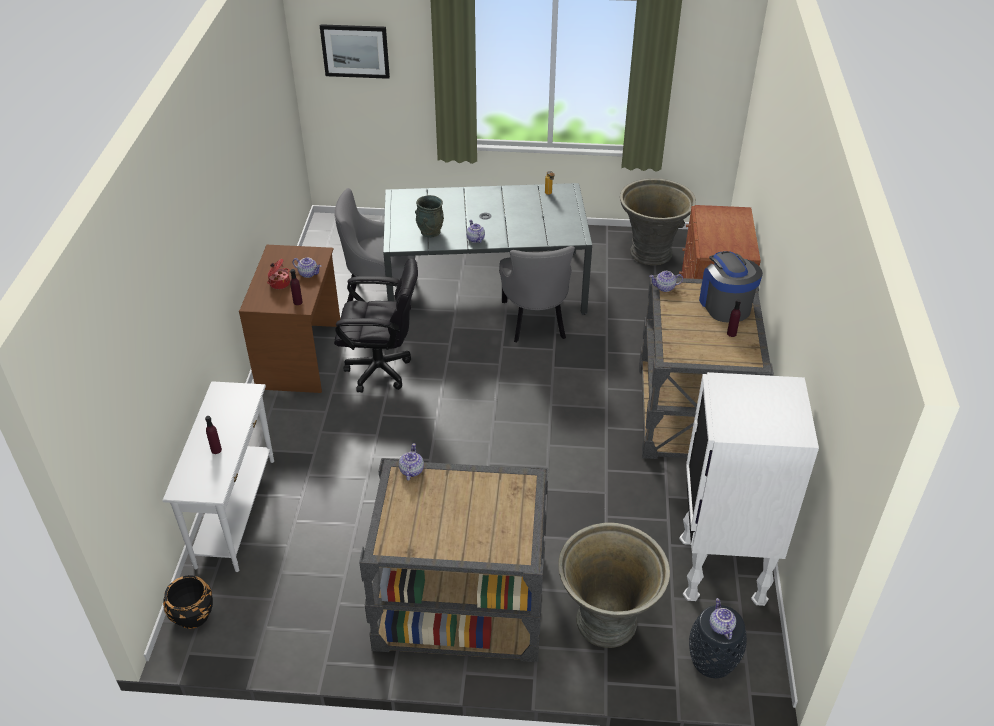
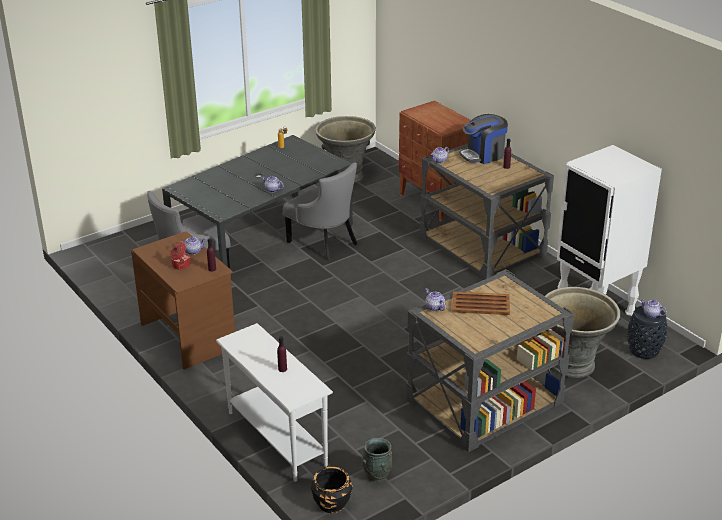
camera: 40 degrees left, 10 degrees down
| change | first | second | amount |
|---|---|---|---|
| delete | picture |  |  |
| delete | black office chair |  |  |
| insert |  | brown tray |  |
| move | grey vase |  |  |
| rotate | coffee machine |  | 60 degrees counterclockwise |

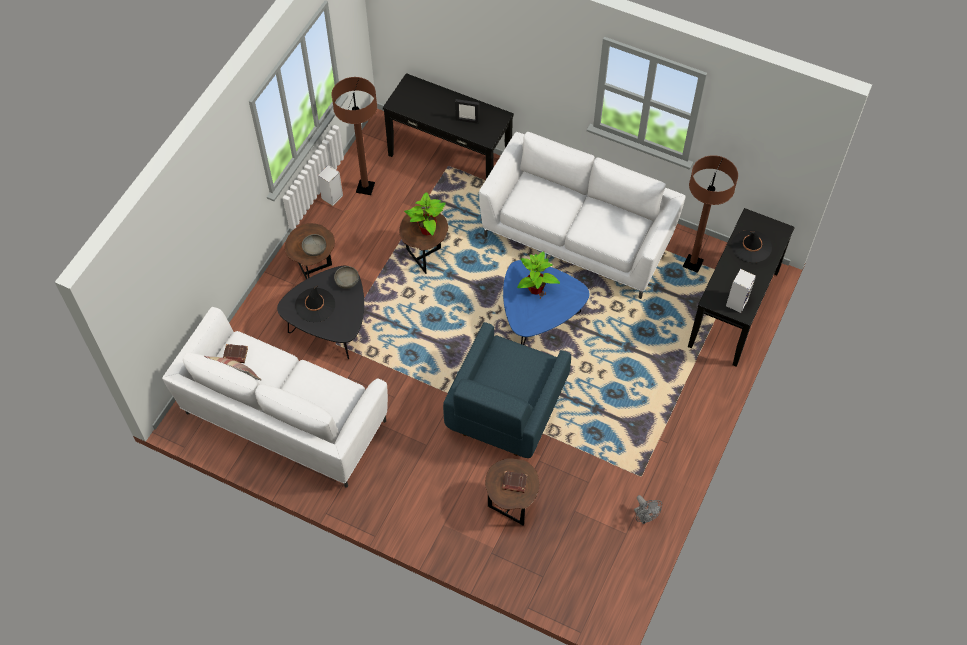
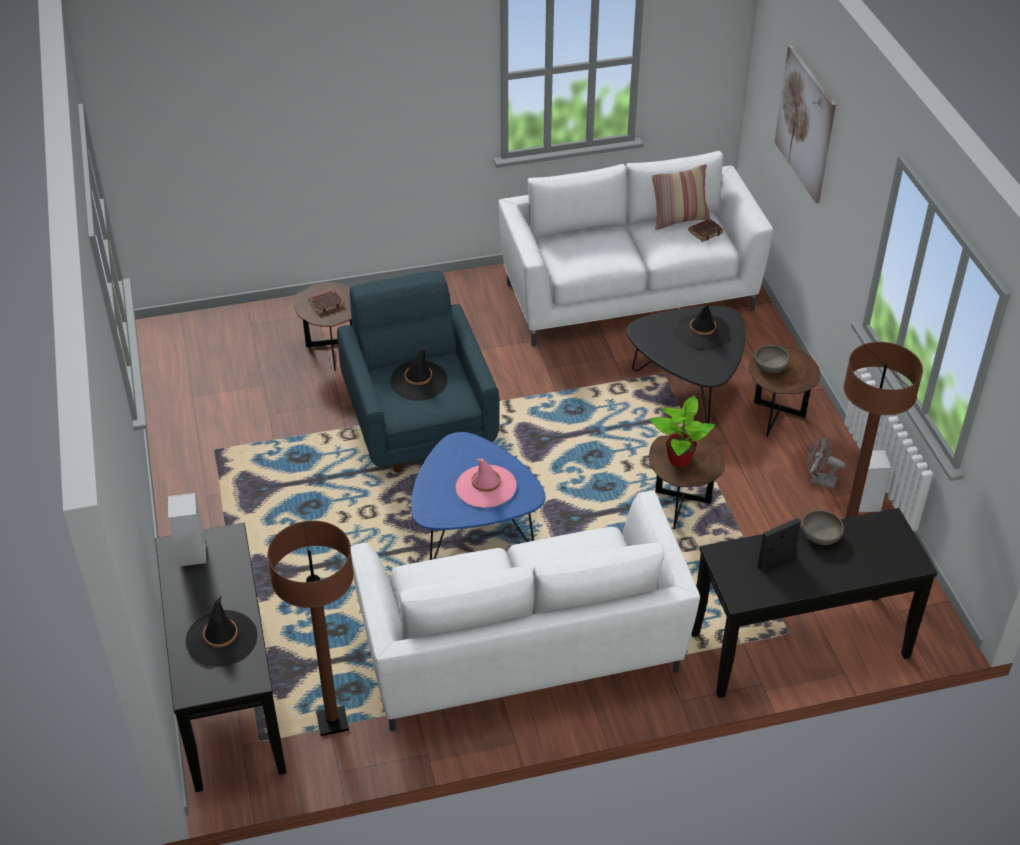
camera: 140 degrees right, 15 degrees down
| change | first | second | amount |
|---|---|---|---|
| insert |  | black hat (2nd from left) |  |
| insert |  | picture |  |
| move | grey bowl (2nd from left) |  |  |
| move | grey fan |  |  |
| replace | potted plant (2nd from left) | pink hat |  |

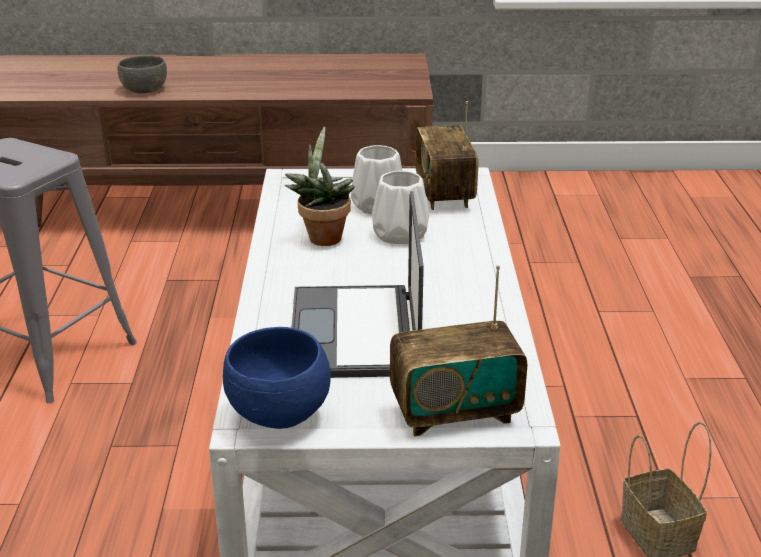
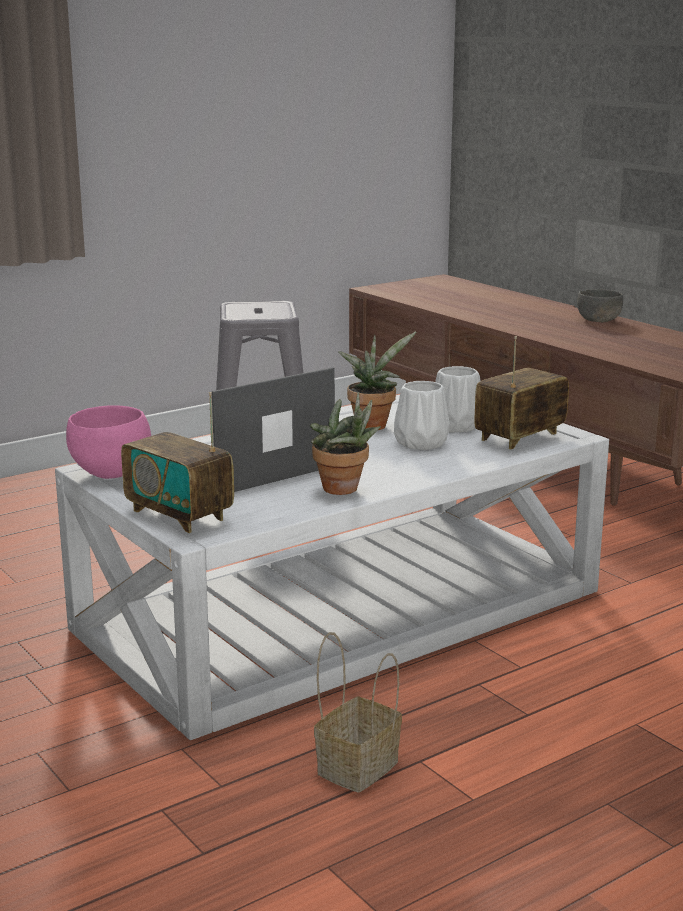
camera: 55 degrees right, 10 degrees down
| change | first | second | amount |
|---|---|---|---|
| insert |  | potted plant (1st from left) |  |
| move | grey bowl |  |  |
| recolor | blue bowl | pink bowl |  |

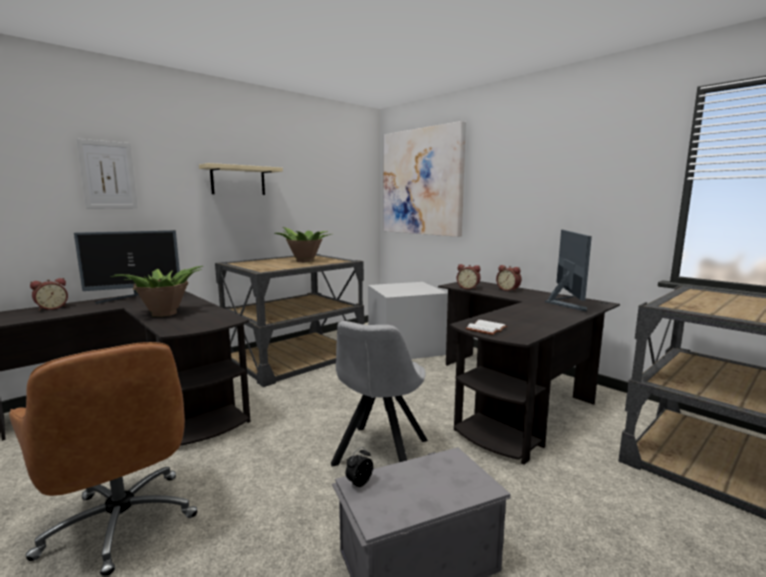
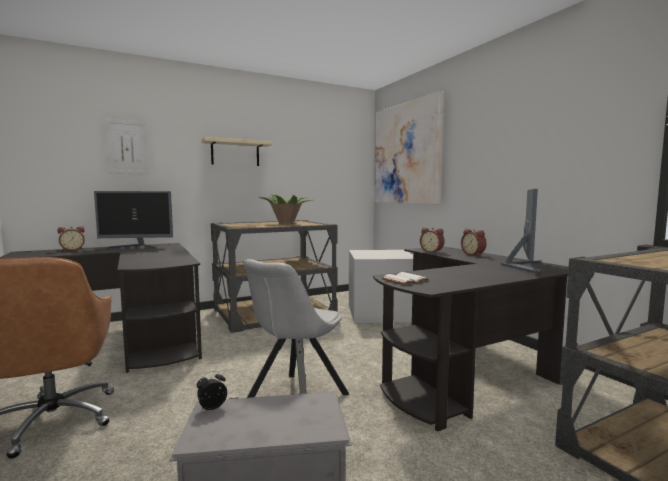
camera: 15 degrees right, 5 degrees down
| change | first | second | amount |
|---|---|---|---|
| delete | potted plant (1st from left) |  |  |

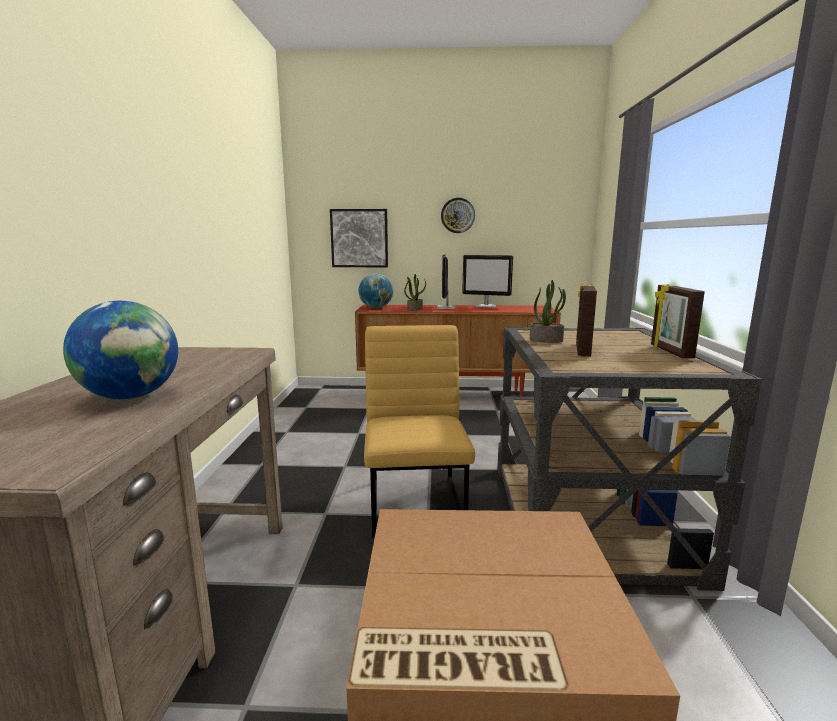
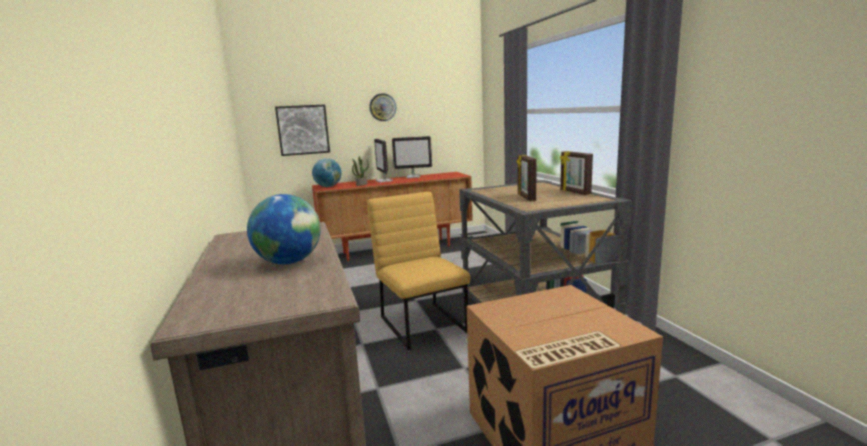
camera: 20 degrees left, 0 degrees up
| change | first | second | amount |
|---|---|---|---|
| delete | potted plant (2nd from left) |  |  |

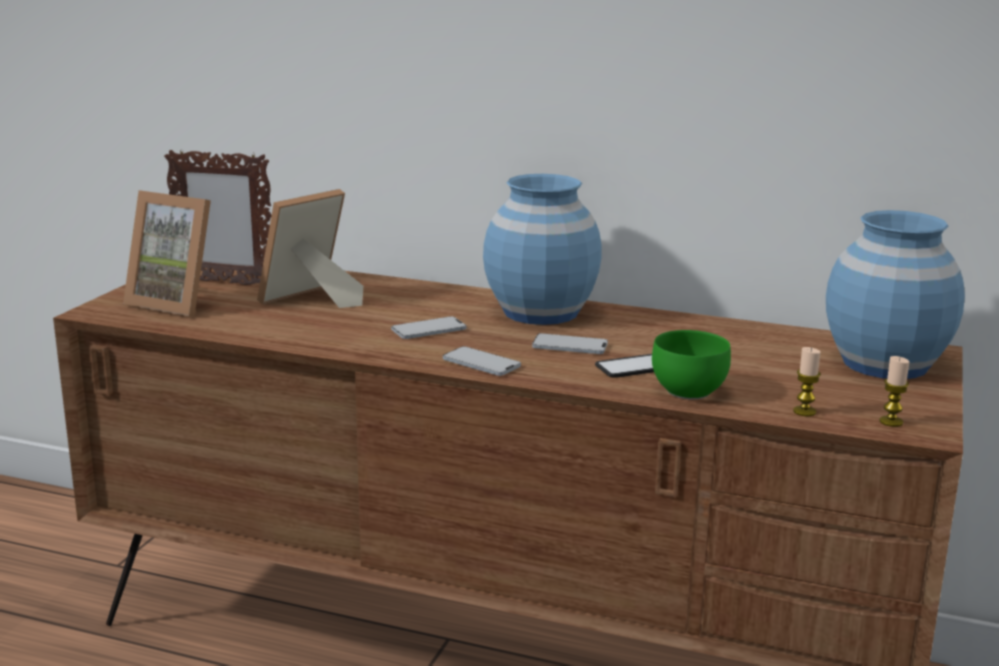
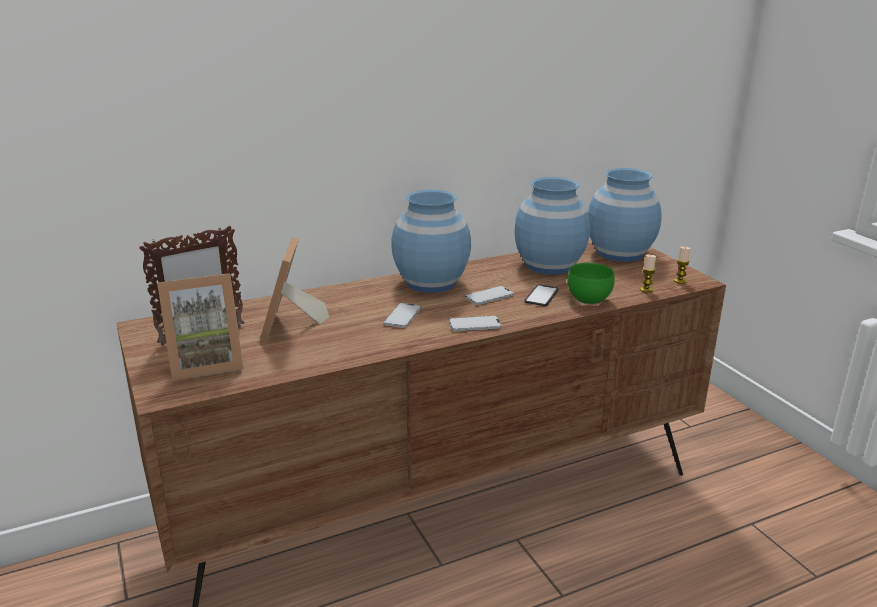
camera: 45 degrees left, 5 degrees up
| change | first | second | amount |
|---|---|---|---|
| insert |  | blue vase (2nd from left) |  |

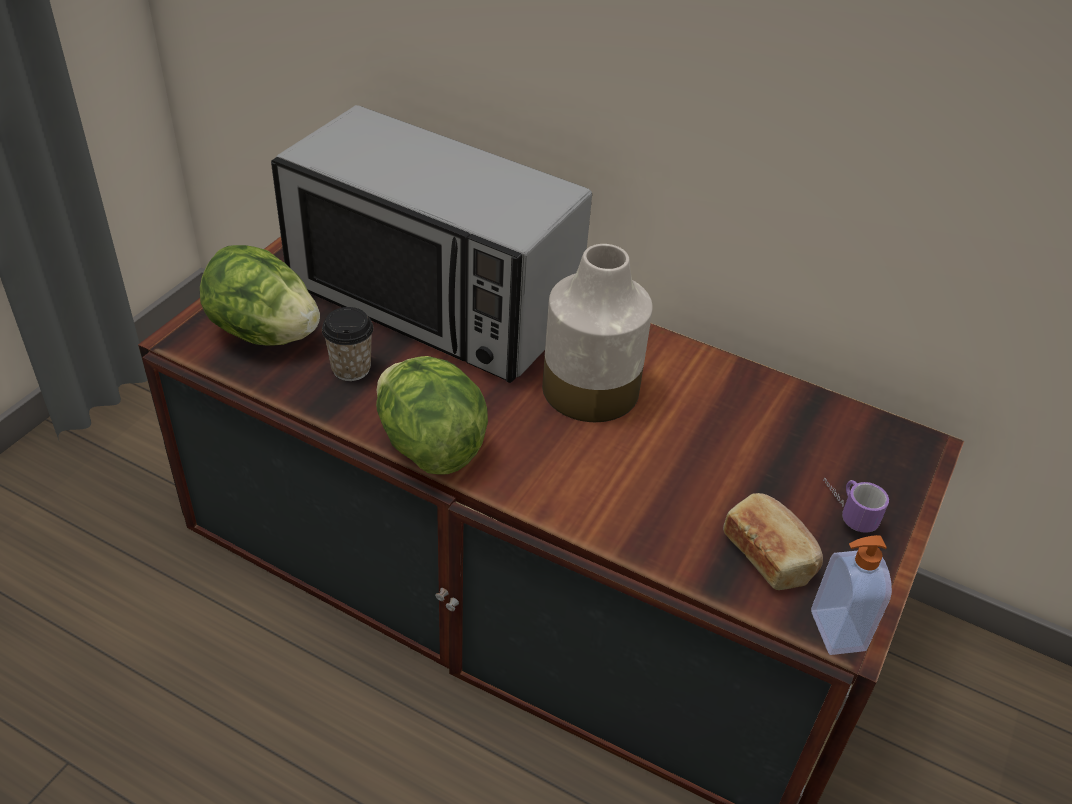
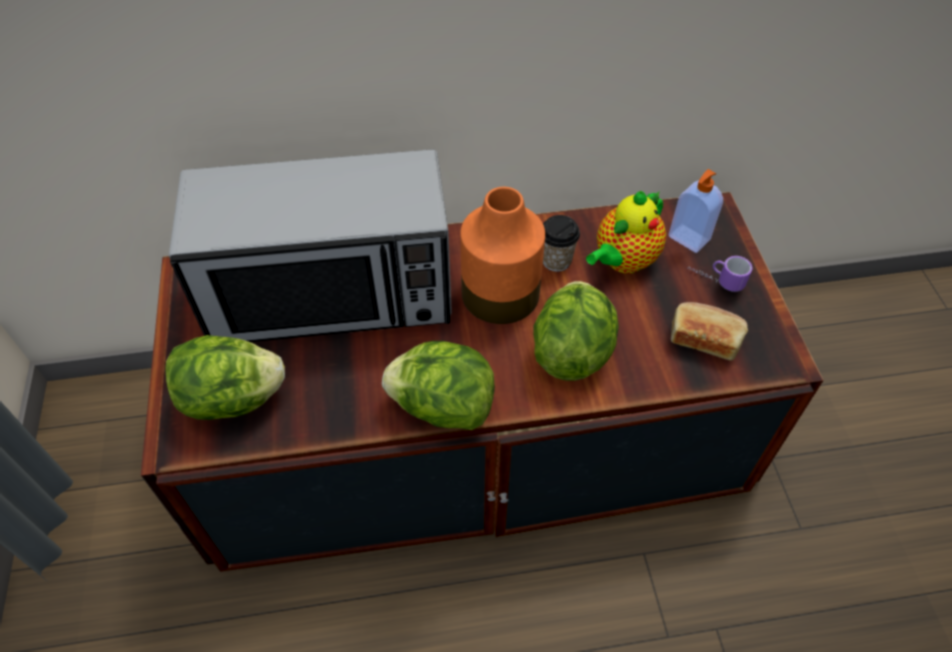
camera: 35 degrees left, 10 degrees up
| change | first | second | amount |
|---|---|---|---|
| insert |  | lettuce (3rd from left) |  |
| insert |  | teapot |  |
| move | cup |  |  |
| move | soap dispenser |  |  |
| recolor | beige vase | orange vase |  |

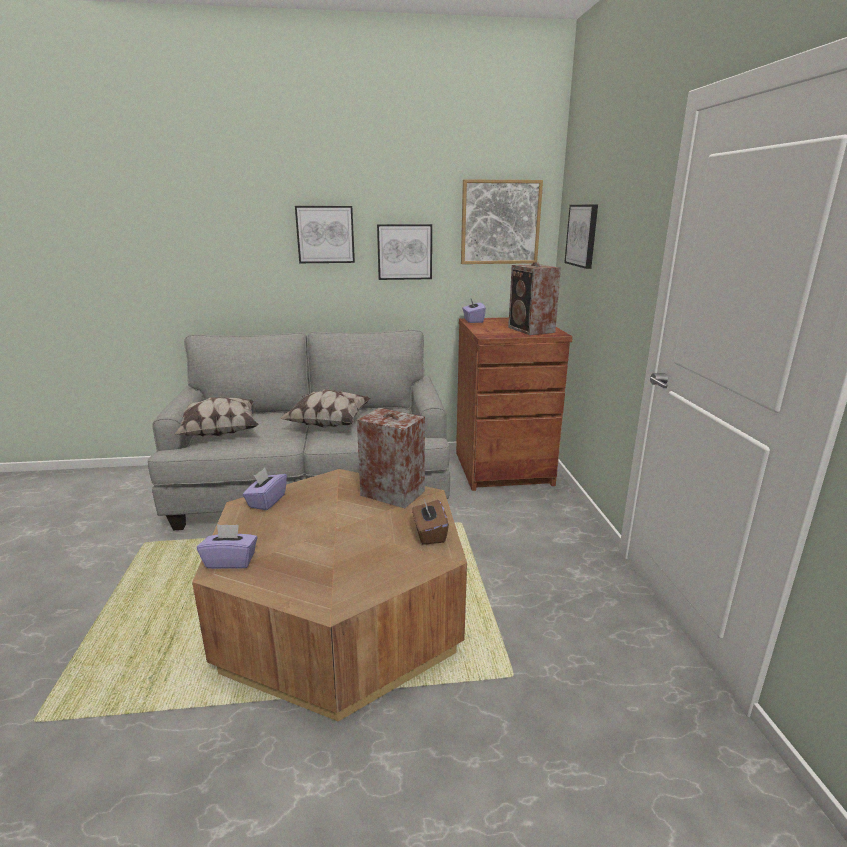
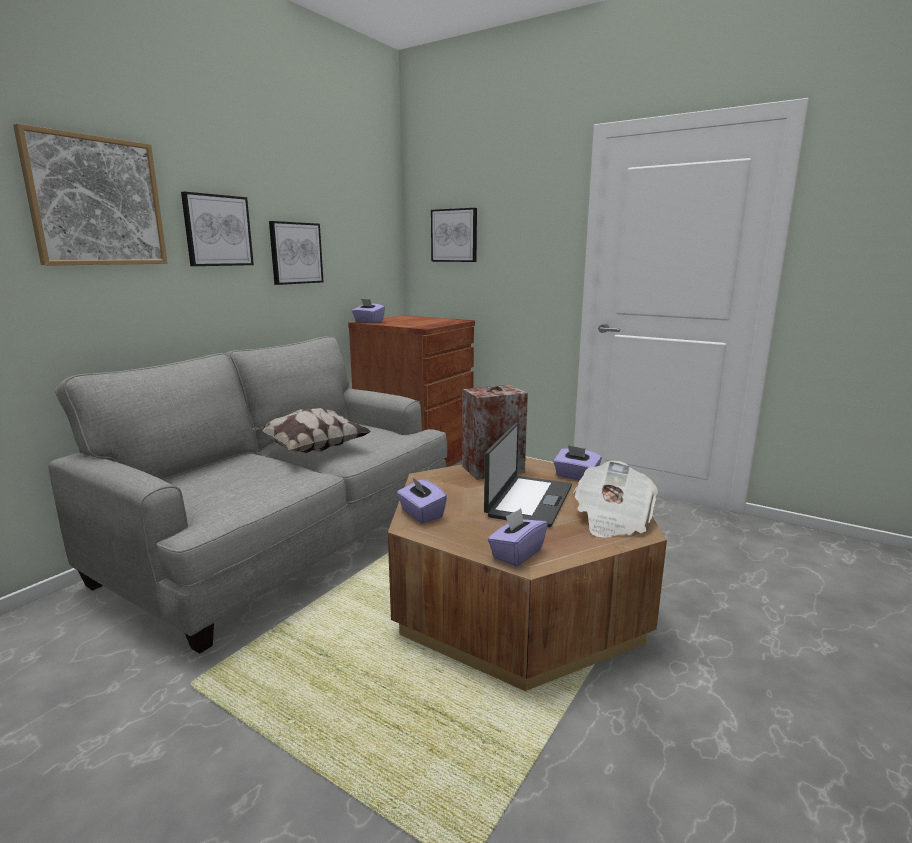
camera: 50 degrees left, 5 degrees down
| change | first | second | amount |
|---|---|---|---|
| delete | pillow (1st from left) |  |  |
| delete | speaker (2nd from left) |  |  |
| insert |  | laptop |  |
| insert |  | newspaper |  |
| move | picture (3rd from left in the first image) | picture (1st from left) |  |
| recolor | brown tissue box | purple tissue box (4th from left) |  |

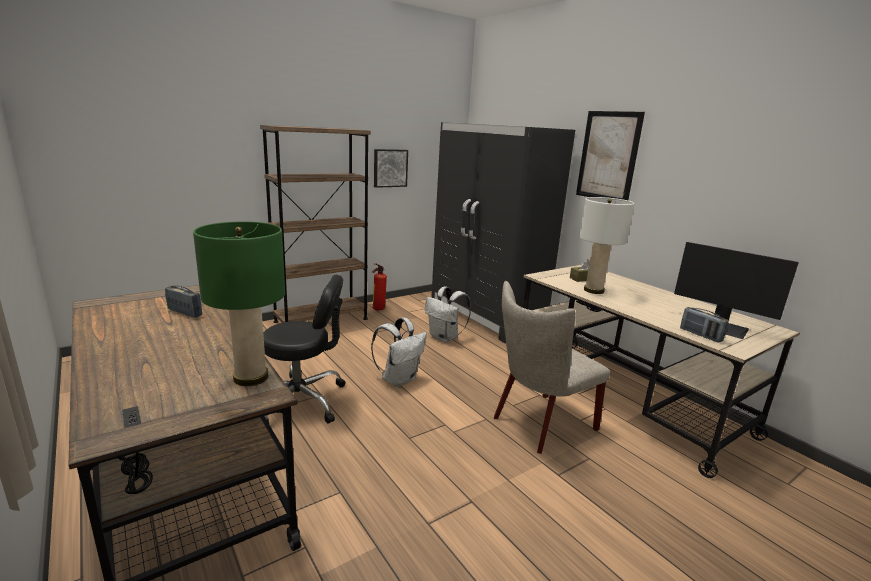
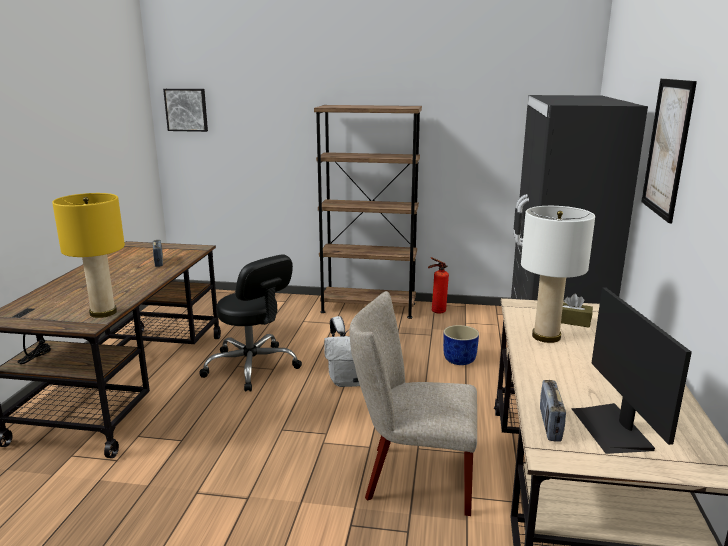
camera: 45 degrees right, 0 degrees up
| change | first | second | amount |
|---|---|---|---|
| move | picture (1st from left) |  |  |
| replace | white backpack (2nd from left) | blue planter |  |
| recolor | green table lamp | yellow table lamp |  |

